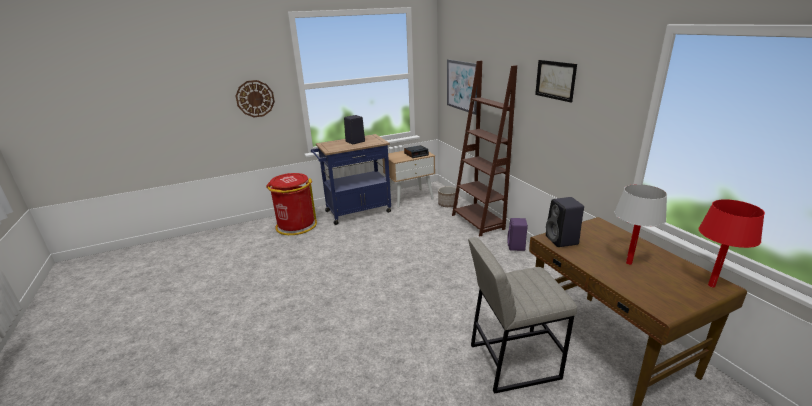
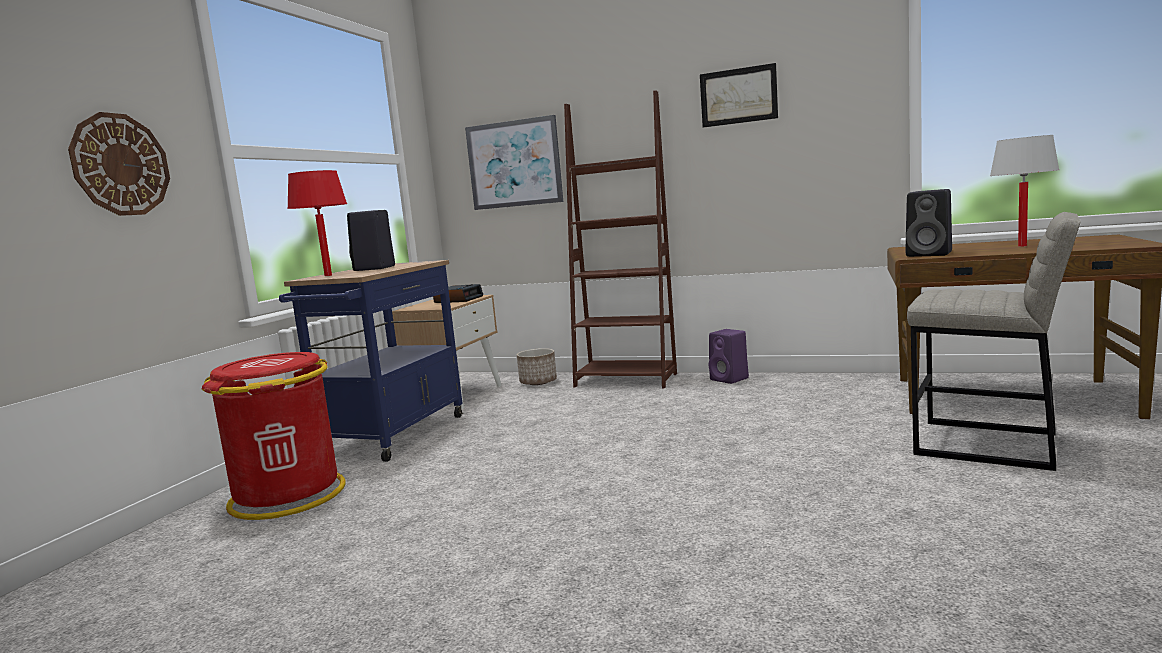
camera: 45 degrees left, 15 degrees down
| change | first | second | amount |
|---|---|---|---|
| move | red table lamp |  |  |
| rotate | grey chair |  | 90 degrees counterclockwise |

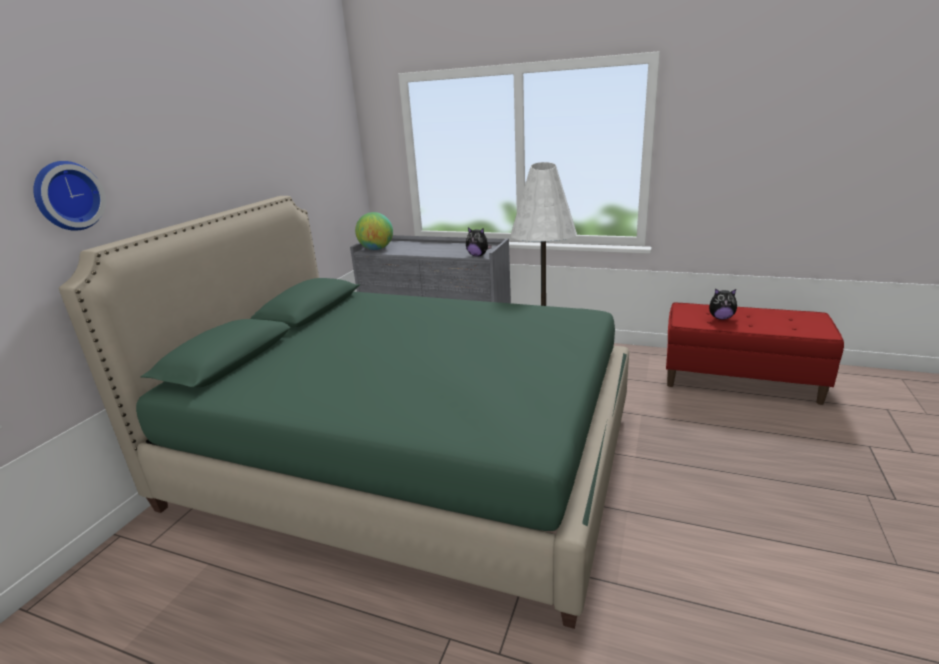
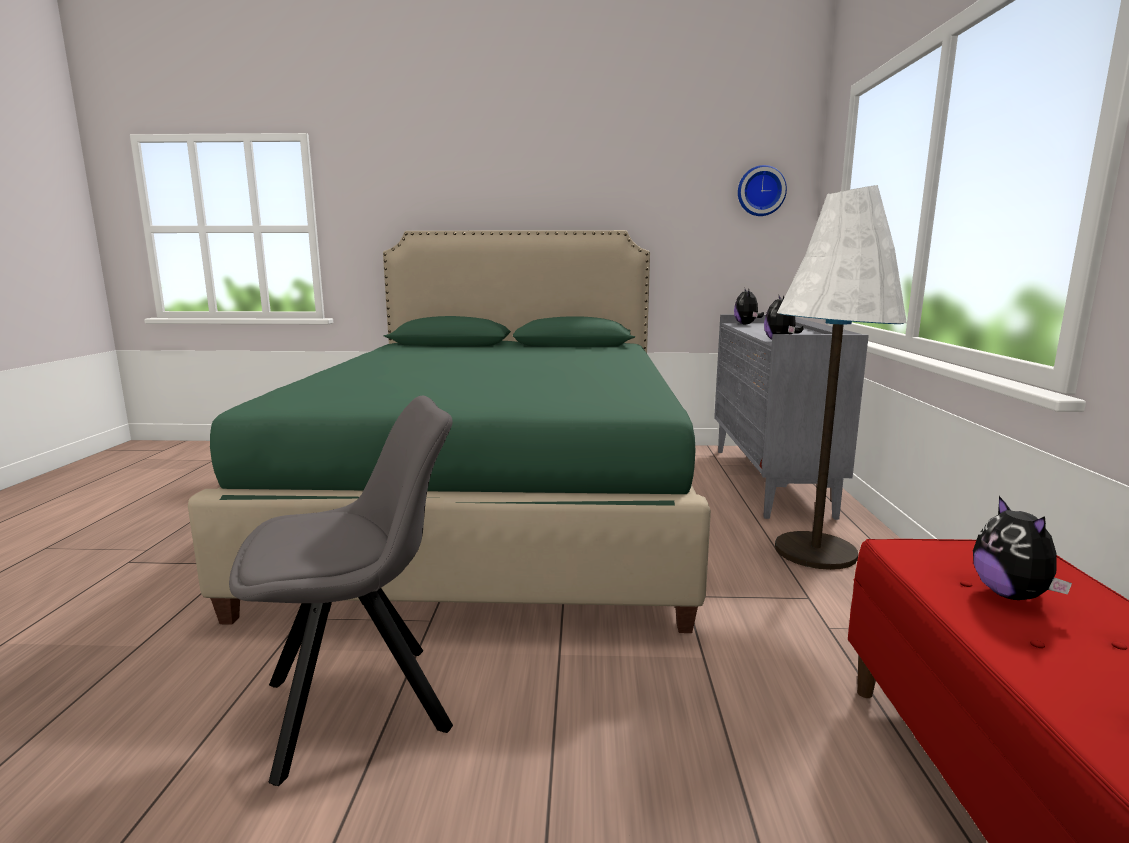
camera: 70 degrees right, 10 degrees down
| change | first | second | amount |
|---|---|---|---|
| insert |  | grey chair |  |
| move | wall clock |  |  |
| replace | globe | plush toy (1st from left) |  |

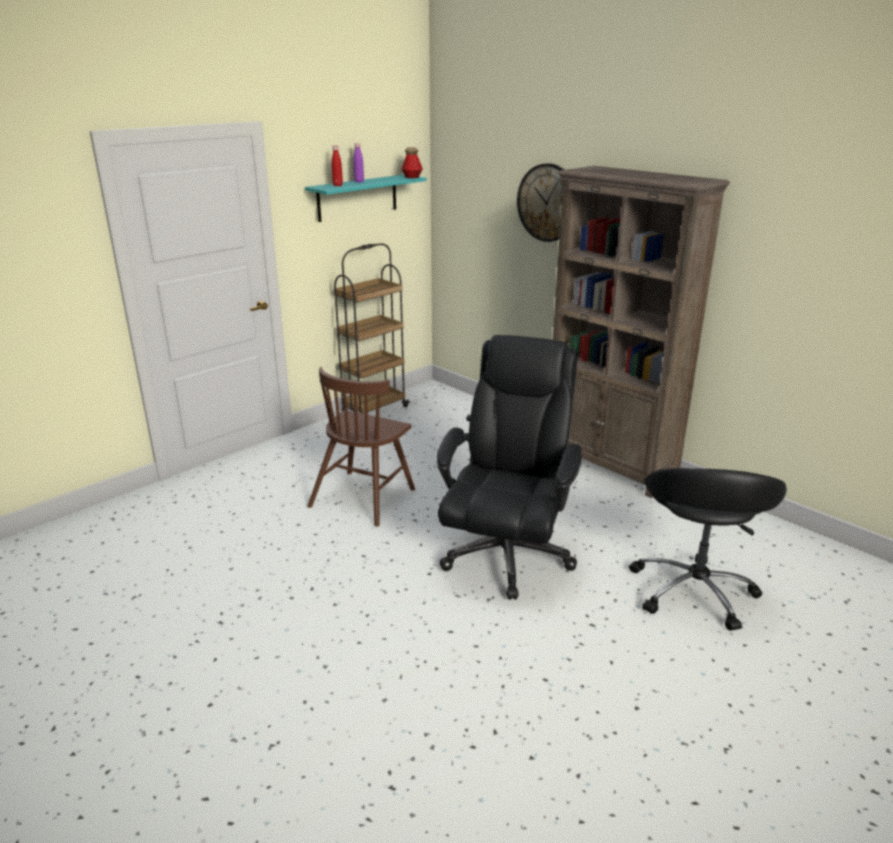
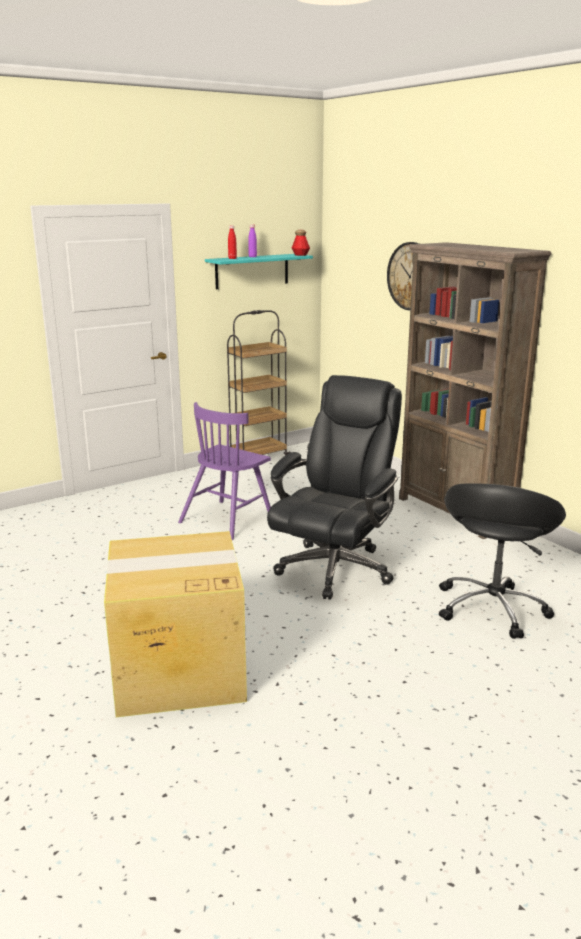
camera: 10 degrees right, 5 degrees down
| change | first | second | amount |
|---|---|---|---|
| insert |  | cardboard box |  |
| recolor | brown chair | purple chair |  |

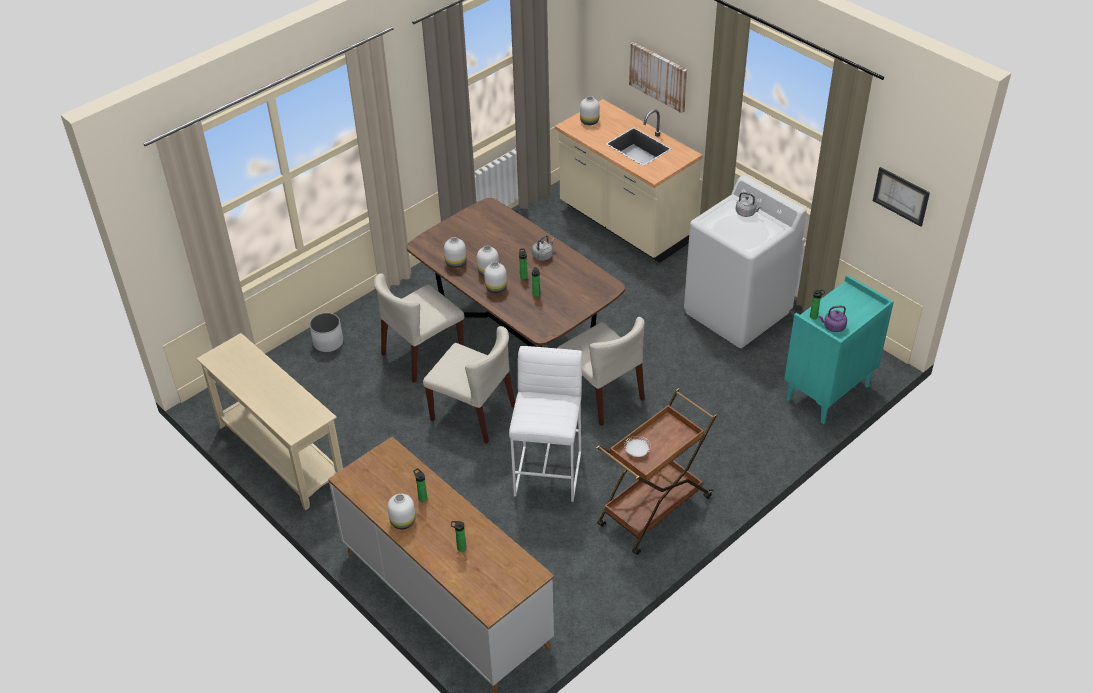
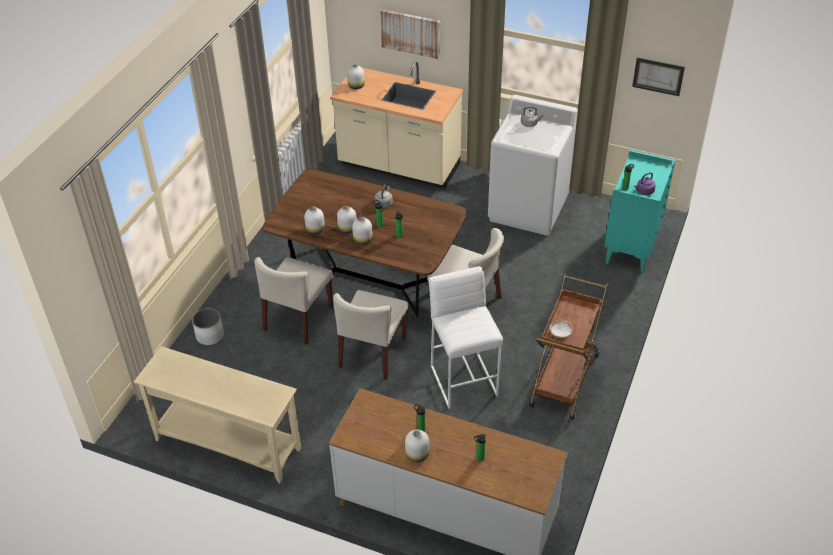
camera: 25 degrees left, 0 degrees up
| change | first | second | amount |
|---|---|---|---|
| rotate | beige chair (2nd from left) |  | 105 degrees clockwise |

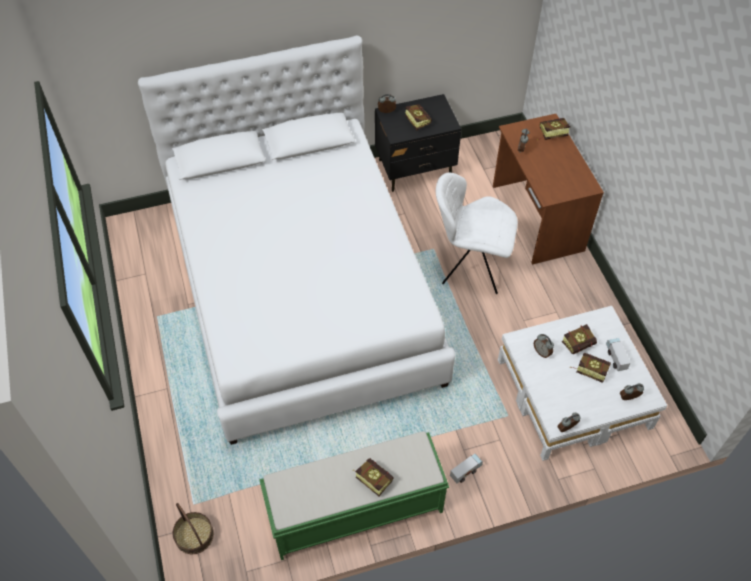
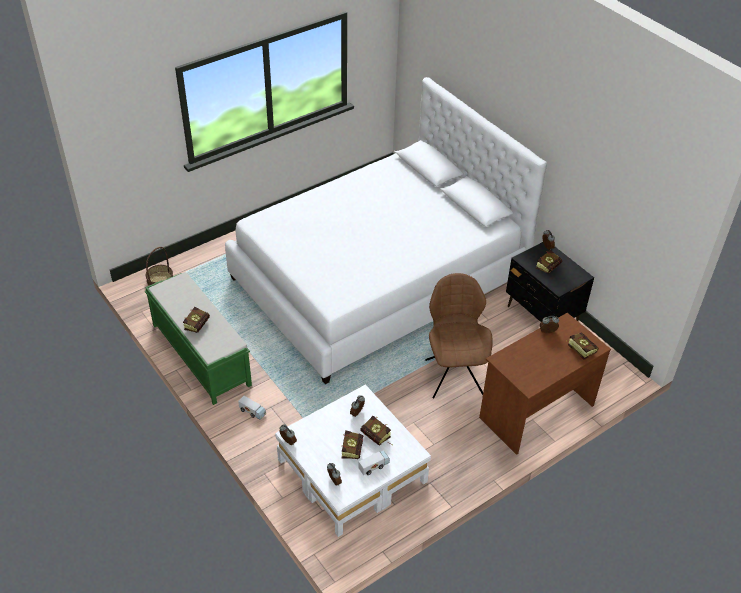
camera: 70 degrees right, 10 degrees down
| change | first | second | amount |
|---|---|---|---|
| recolor | white chair | brown chair |  |

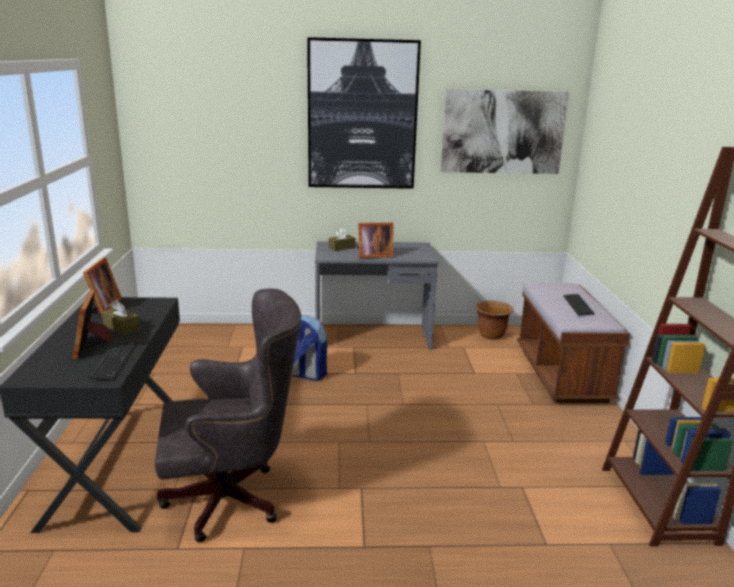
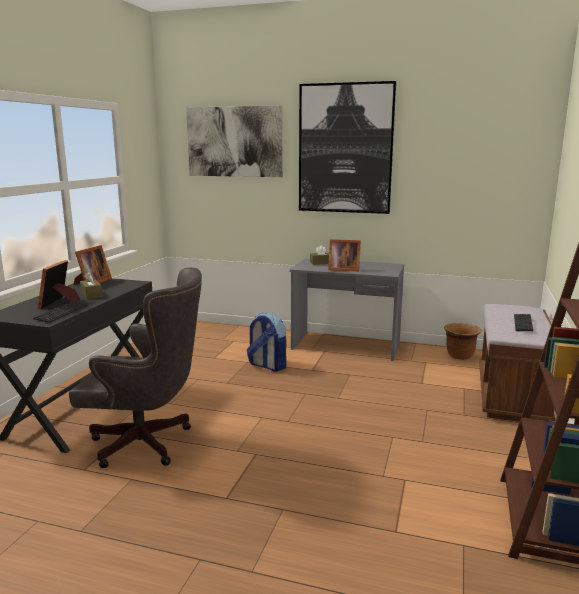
camera: 20 degrees right, 5 degrees down
| change | first | second | amount |
|---|---|---|---|
| move | picture (2nd from left in the first image) | picture (1st from left) |  |

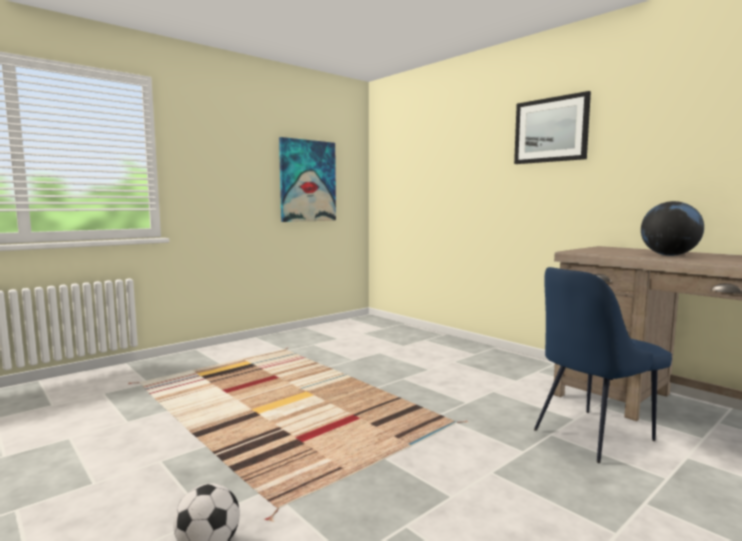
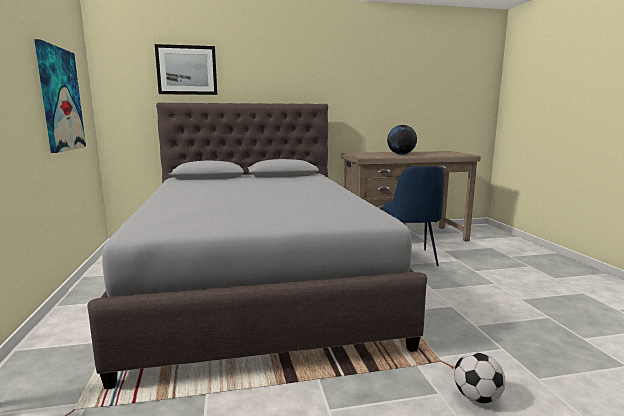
camera: 60 degrees left, 5 degrees up
| change | first | second | amount |
|---|---|---|---|
| insert |  | grey bed |  |
| move | picture (2nd from left) |  |  |

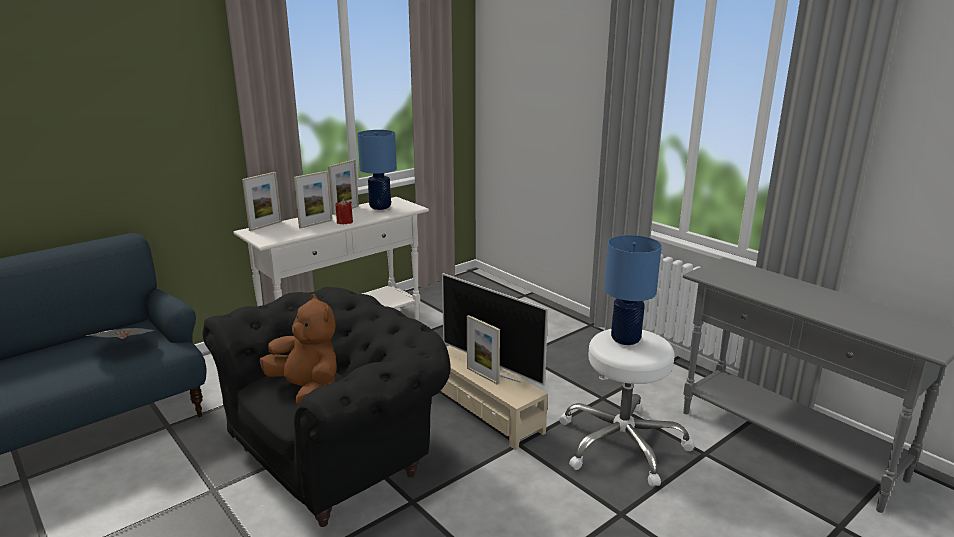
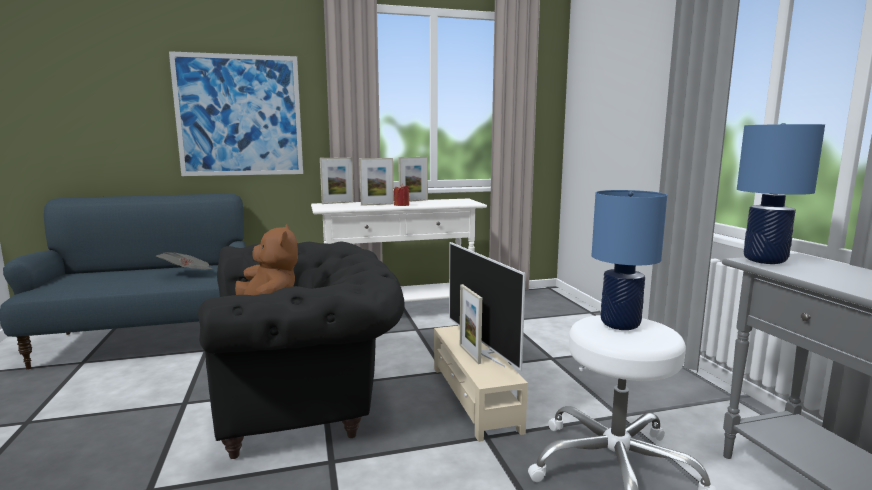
camera: 25 degrees right, 10 degrees down
| change | first | second | amount |
|---|---|---|---|
| insert |  | picture |  |
| move | blue table lamp (1st from left in the first image) | blue table lamp (2nd from left) |  |

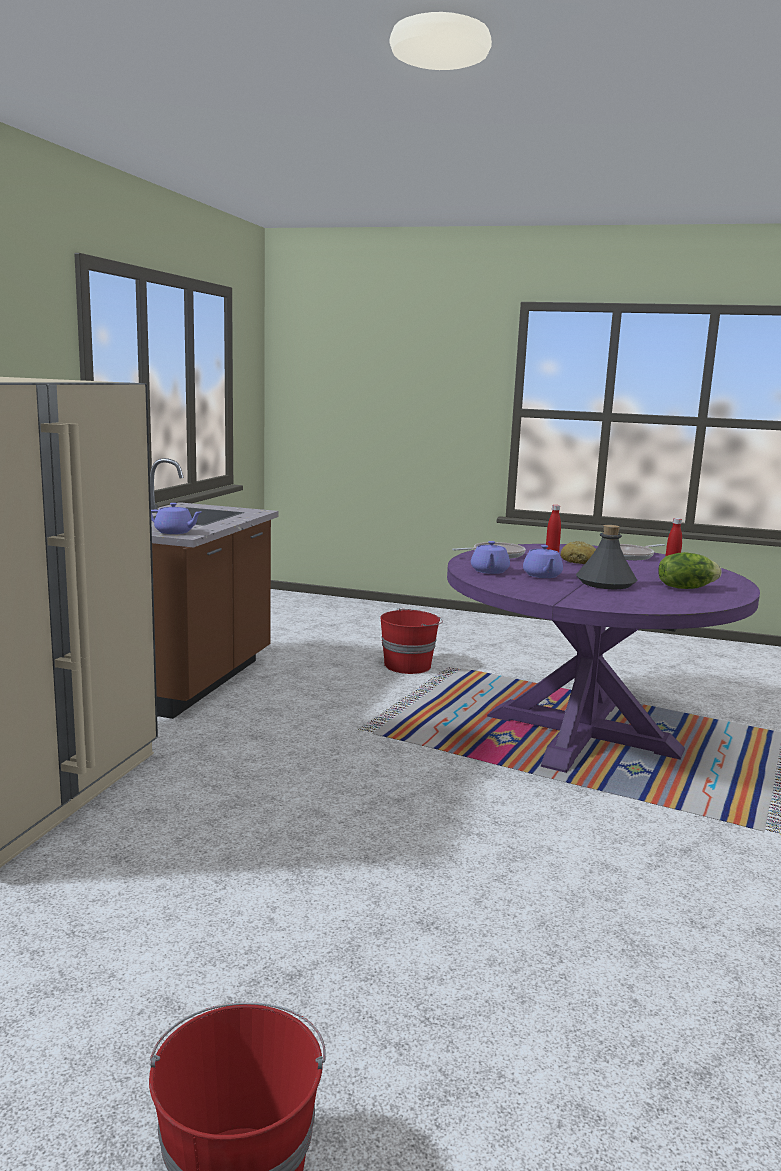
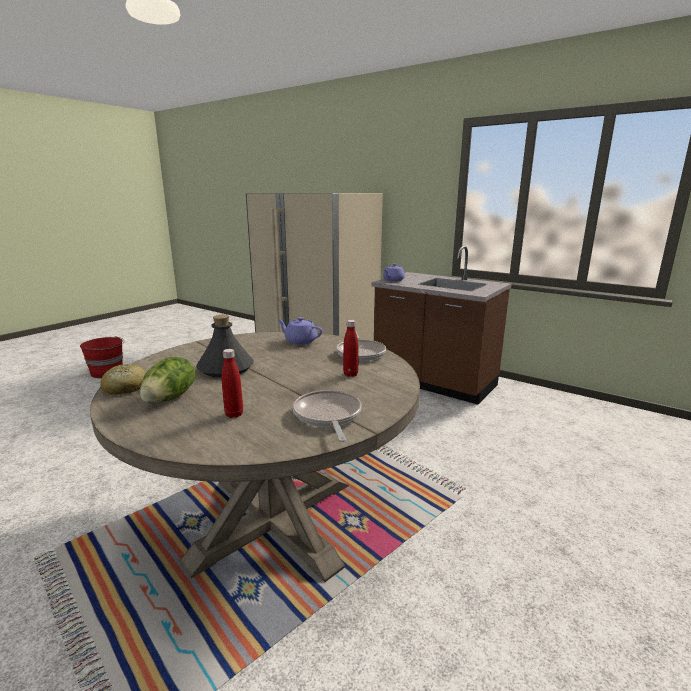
camera: 110 degrees right, 5 degrees up
| change | first | second | amount |
|---|---|---|---|
| delete | red bucket (2nd from left) |  |  |
| delete | purple teapot (3rd from left) |  |  |
| move | bread |  |  |
| recolor | purple dining table | beige dining table |  |

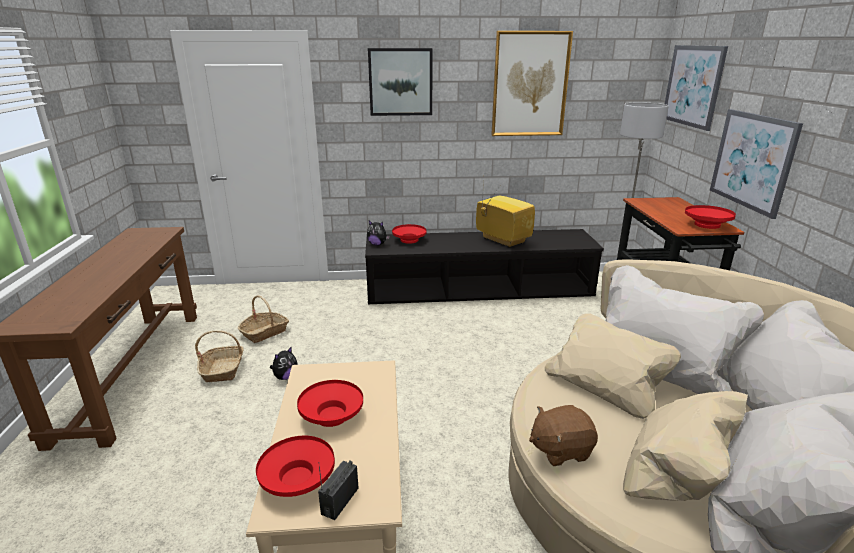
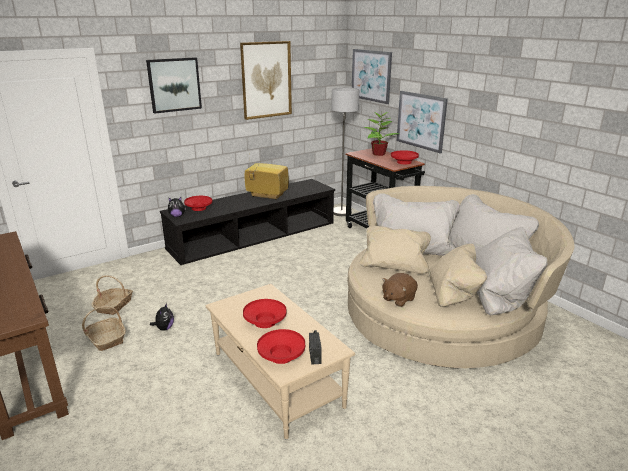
camera: 30 degrees left, 0 degrees up
| change | first | second | amount |
|---|---|---|---|
| insert |  | potted plant |  |

